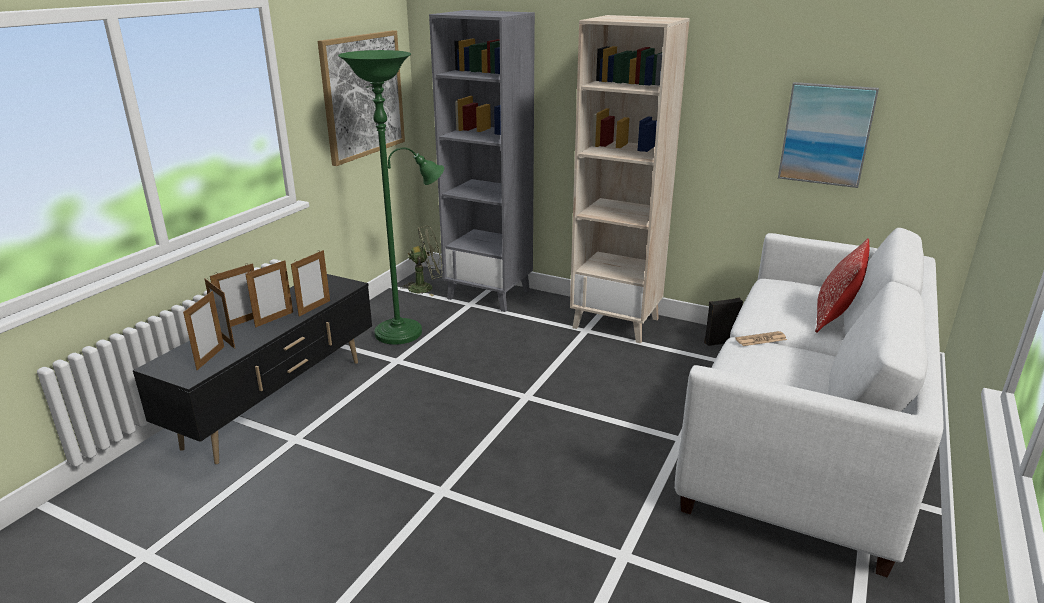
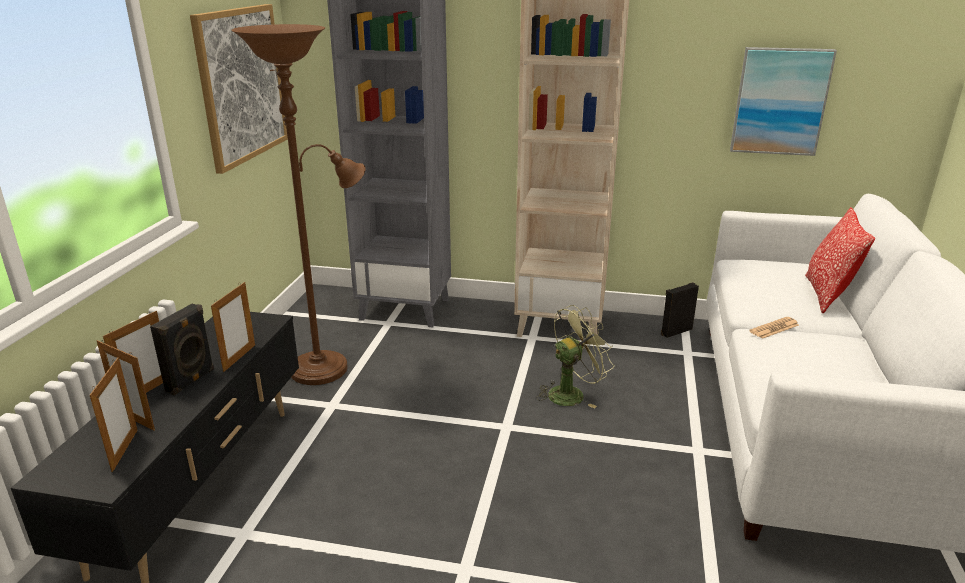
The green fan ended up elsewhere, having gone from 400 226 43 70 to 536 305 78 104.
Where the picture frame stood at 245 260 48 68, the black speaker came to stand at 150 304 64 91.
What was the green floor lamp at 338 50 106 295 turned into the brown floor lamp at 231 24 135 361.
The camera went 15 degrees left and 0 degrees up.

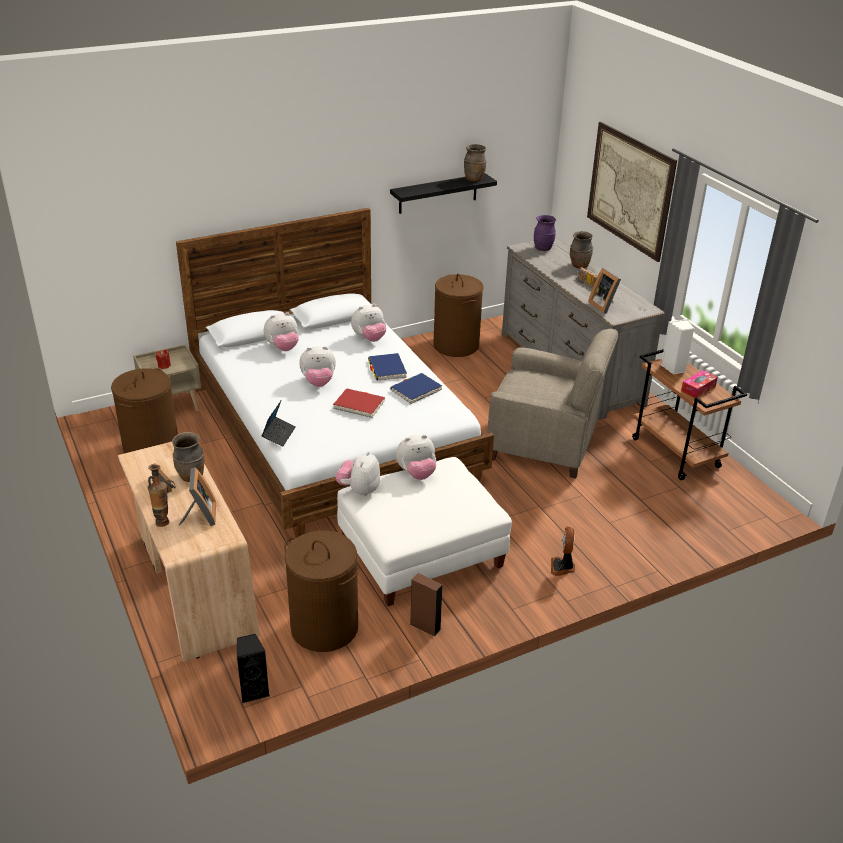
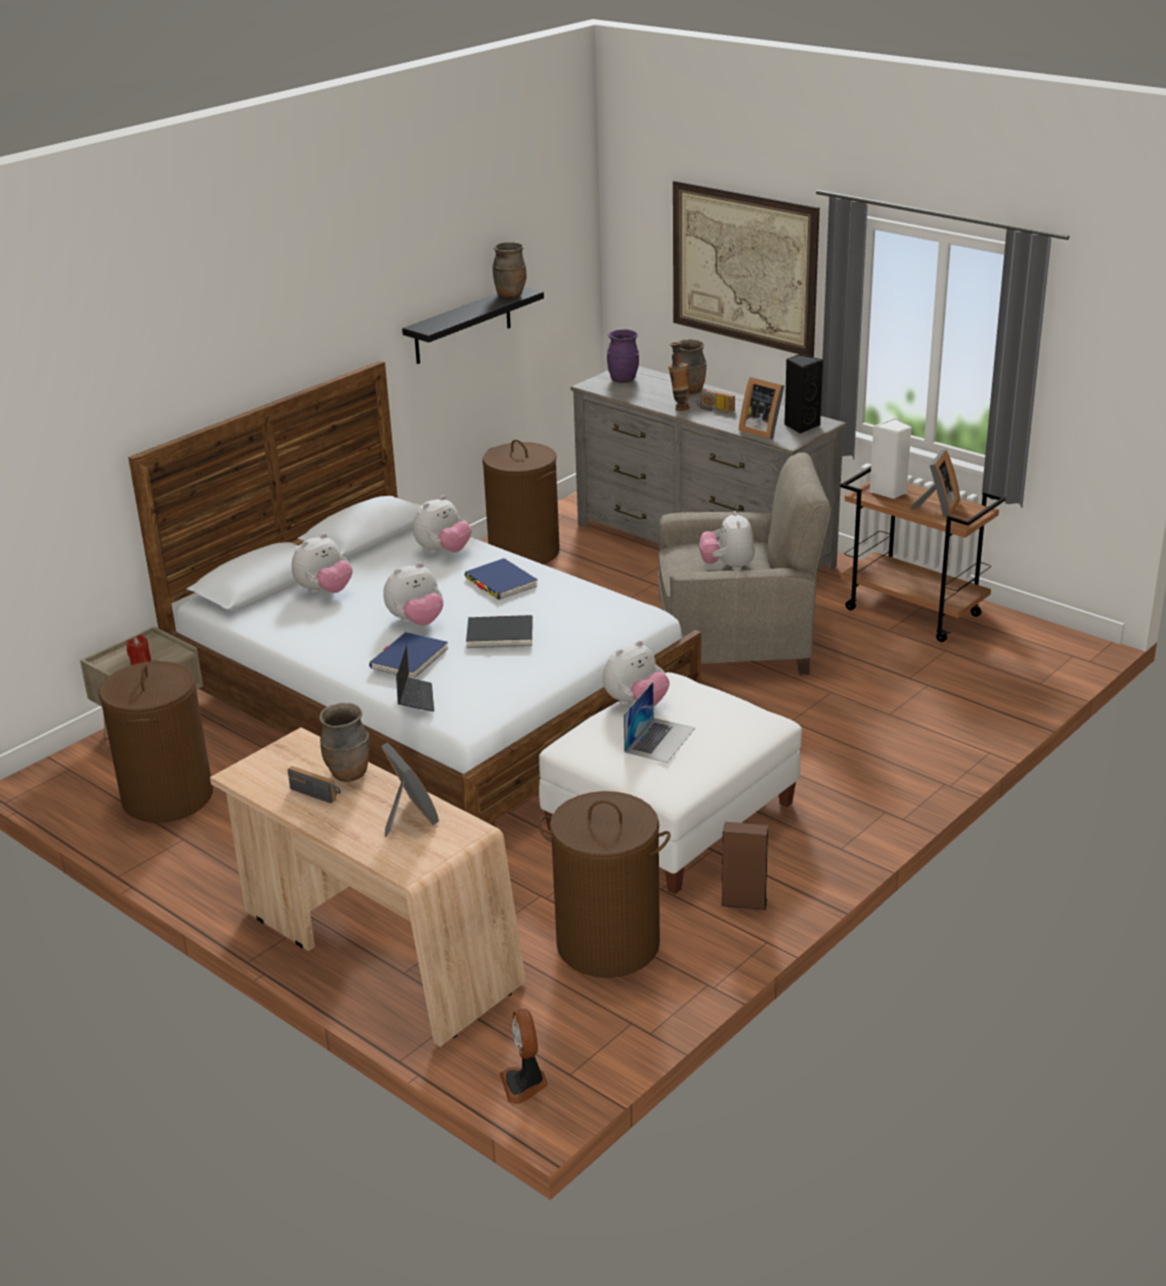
The second view gained the laptop at 624 682 71 81.
The vase ended up elsewhere, having gone from 147 464 22 63 to 668 342 22 69.
The black speaker ended up elsewhere, having gone from 237 634 33 69 to 784 354 39 80.
The plush toy ended up elsewhere, having gone from 336 451 44 45 to 699 511 56 60.
The blue book ended up elsewhere, having gone from 390 373 52 31 to 369 632 79 47.
The fan ended up elsewhere, having gone from 551 527 24 49 to 500 1009 48 95.
Where the tissue box stood at 681 370 37 28, the picture frame came to stand at 910 450 50 68.
What was the red book at 333 388 52 30 turned into the black book at 466 615 67 33.
The camera went 20 degrees left and 5 degrees down.

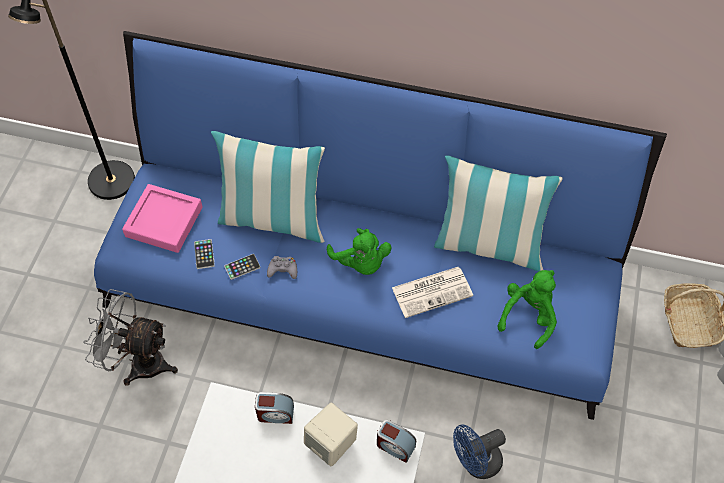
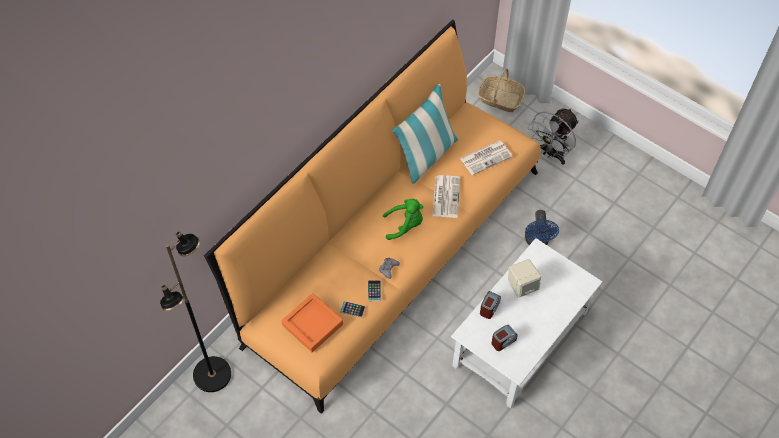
The second view lost the pillow at 211 131 114 112.
The grey fan ended up elsewhere, having gone from 83 289 95 97 to 528 108 51 57.
The alarm clock ended up elsewhere, having gone from 377 420 39 43 to 491 325 26 26.
Where the green plush toy stood at 498 270 59 79, the newspaper came to stand at 460 141 53 34.
What was the blue sofa at 94 31 573 389 turned into the orange sofa at 204 19 337 395.
What was the pink tray at 122 184 81 69 turned into the orange tray at 281 293 62 59.
The camera went 65 degrees left and 0 degrees up.

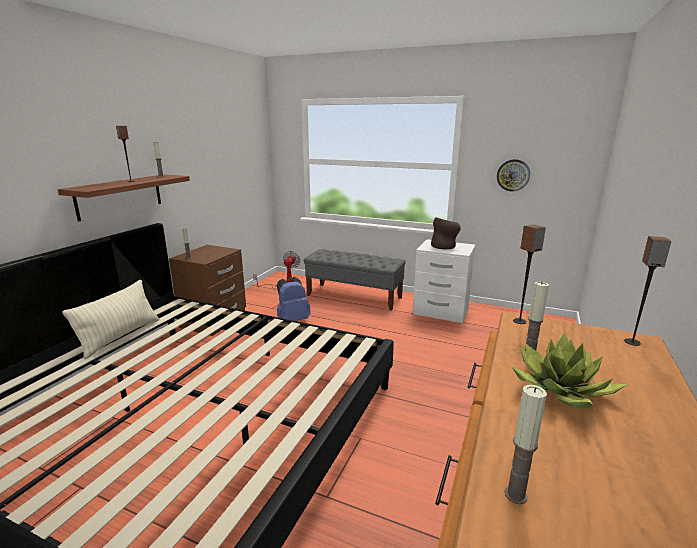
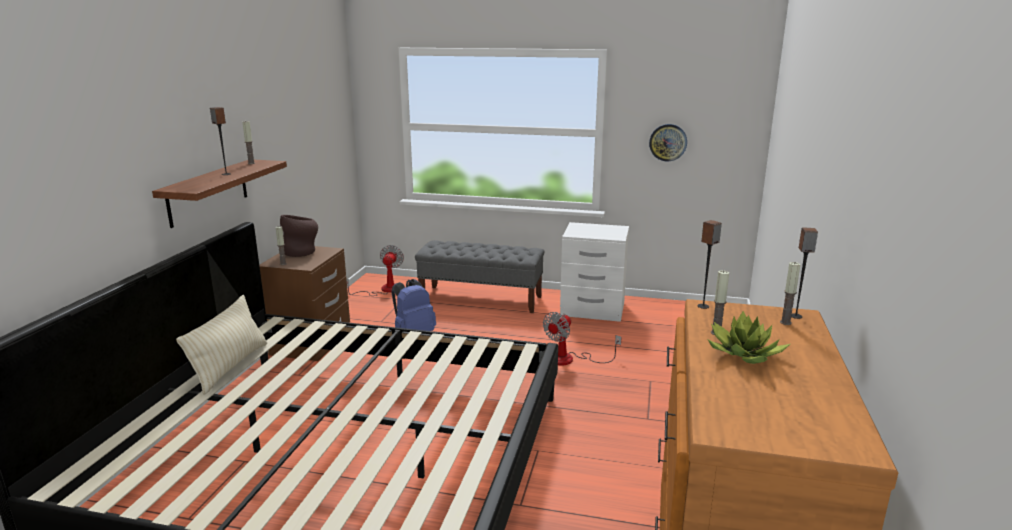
The second view gained the fan at 543 312 79 54.
The brown vase ended up elsewhere, having gone from 431 217 30 32 to 280 215 38 42.
The candle ended up elsewhere, having gone from 505 385 42 120 to 780 262 21 63.
The camera went 10 degrees left and 0 degrees up.

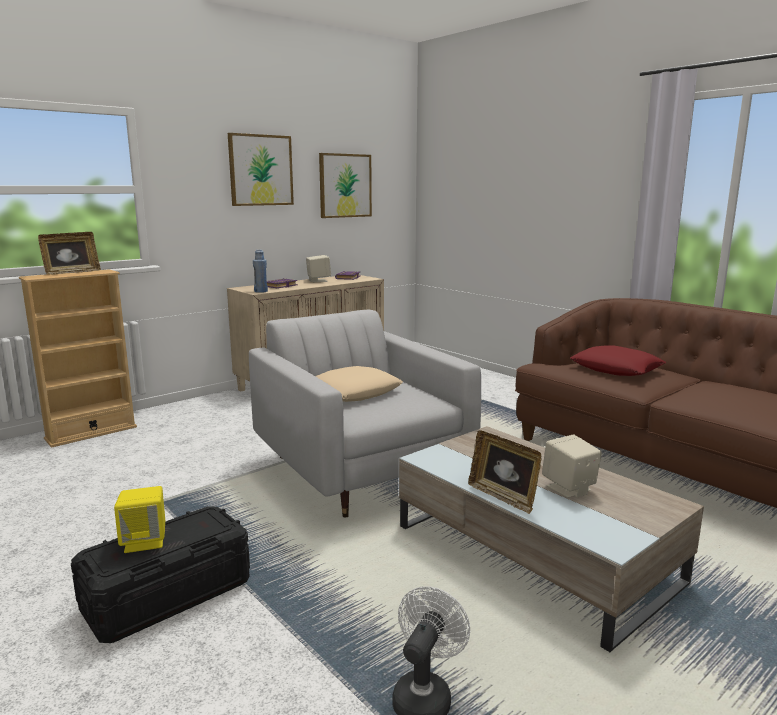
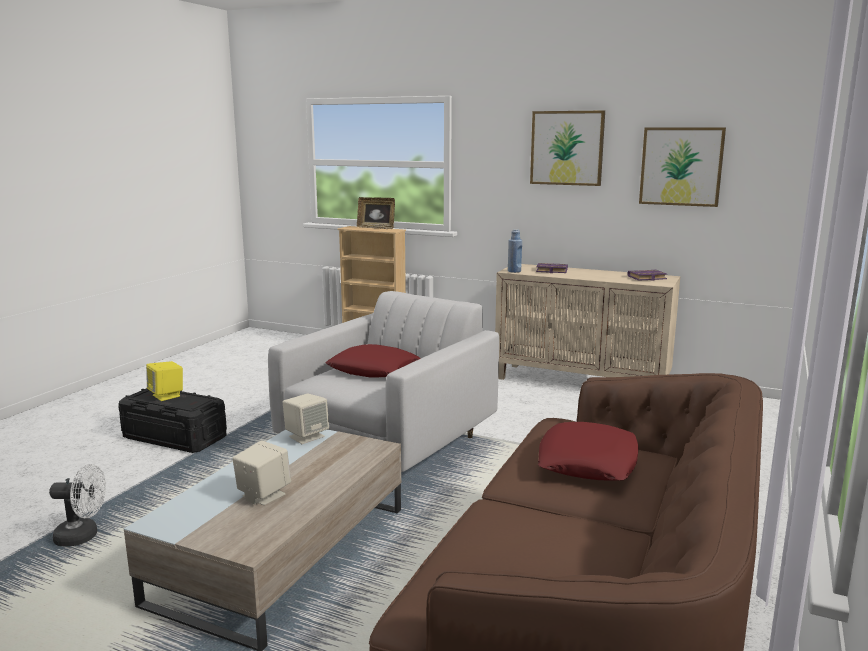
The second view lost the picture frame at 468 430 74 84.
The beige speaker ended up elsewhere, having gone from 306 255 25 27 to 282 394 47 50.
What was the beige pillow at 316 366 87 36 turned into the red pillow at 325 344 95 34.
The camera went 65 degrees right and 0 degrees up.

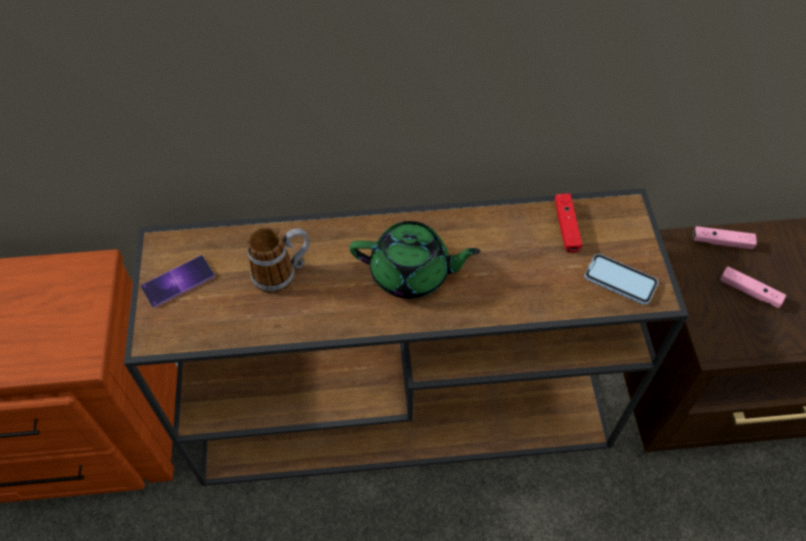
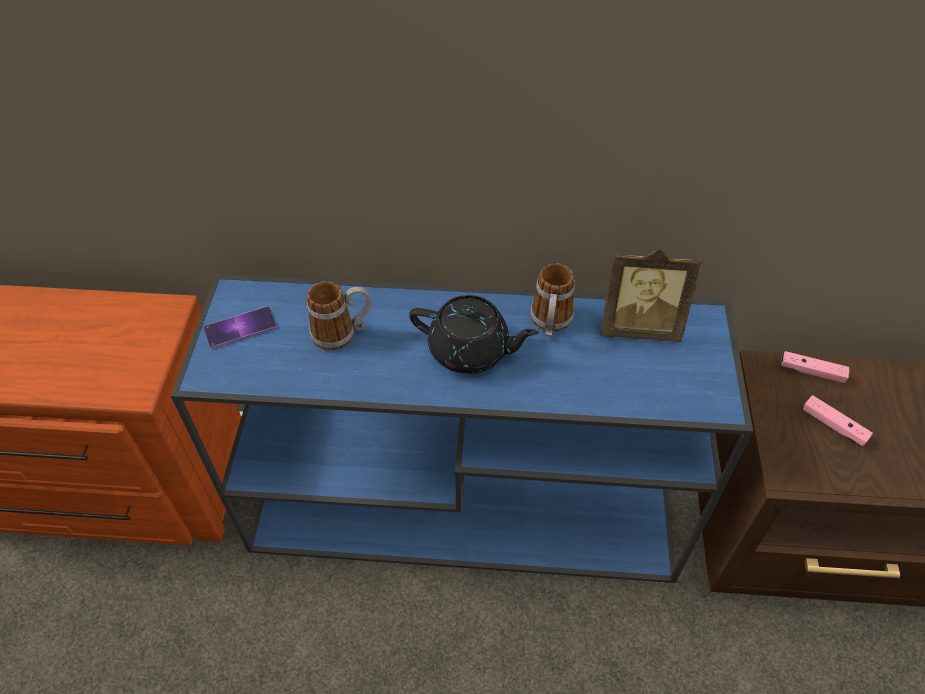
The second view lost the phone at 584 254 74 51.
The second view gained the mug at 531 263 44 74.
Where the red game controller stood at 555 193 27 60, the picture frame came to stand at 600 248 102 94.
What was the brown console table at 124 189 565 297 turned into the blue console table at 171 274 582 309.
What was the green teapot at 350 221 131 78 turned into the black teapot at 409 295 130 79.
The camera went 10 degrees right and 5 degrees down.

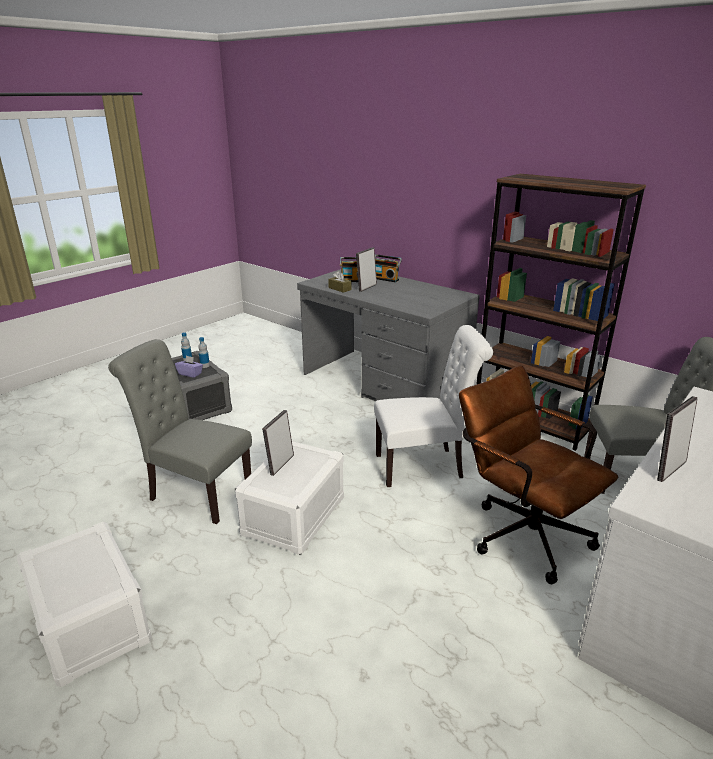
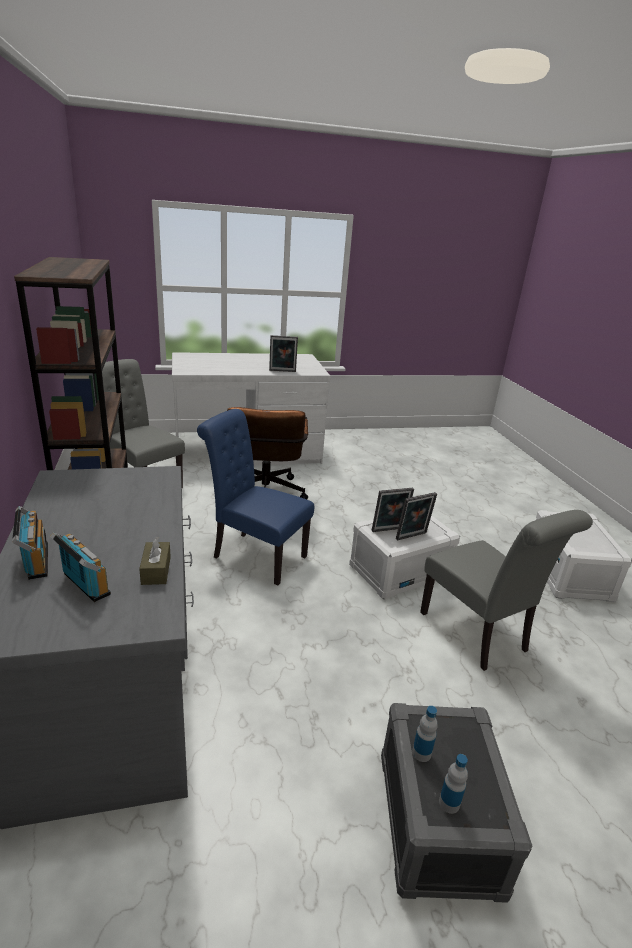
The second view lost the purple tissue box at 175 356 28 22.
The picture frame ended up elsewhere, having gone from 356 247 21 45 to 372 488 42 44.
What was the white chair at 374 325 119 162 turned into the blue chair at 197 409 117 176.
The camera went 145 degrees left and 0 degrees up.

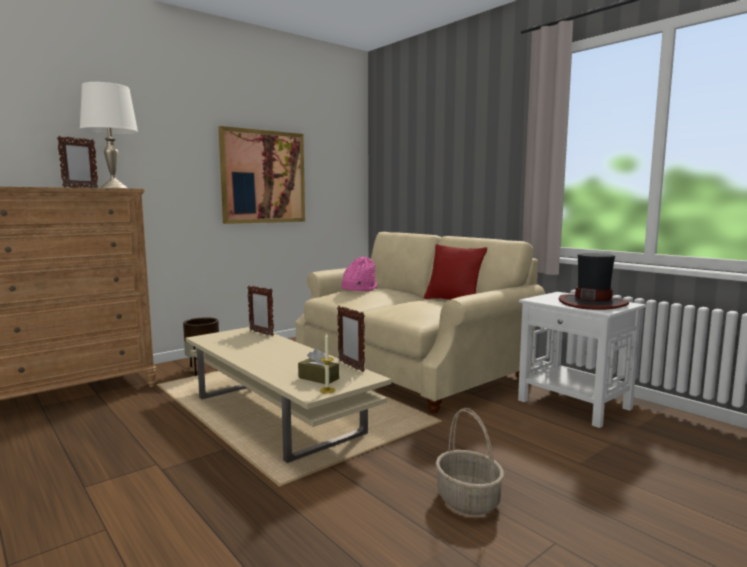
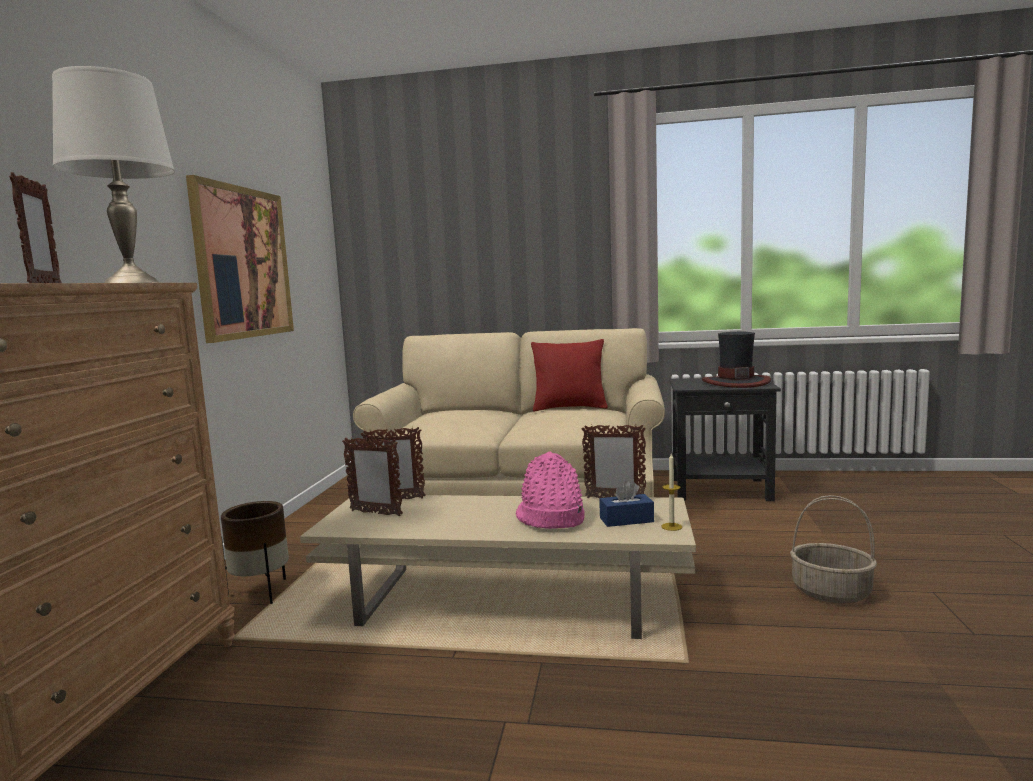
The second view gained the picture frame at 342 438 61 78.
The pink hat ended up elsewhere, having gone from 341 257 37 34 to 516 451 69 78.
What was the brown tissue box at 298 348 41 36 turned into the blue tissue box at 599 480 55 47.
What was the white side table at 518 292 128 136 turned into the black side table at 669 378 112 123.
The camera went 40 degrees left and 0 degrees up.

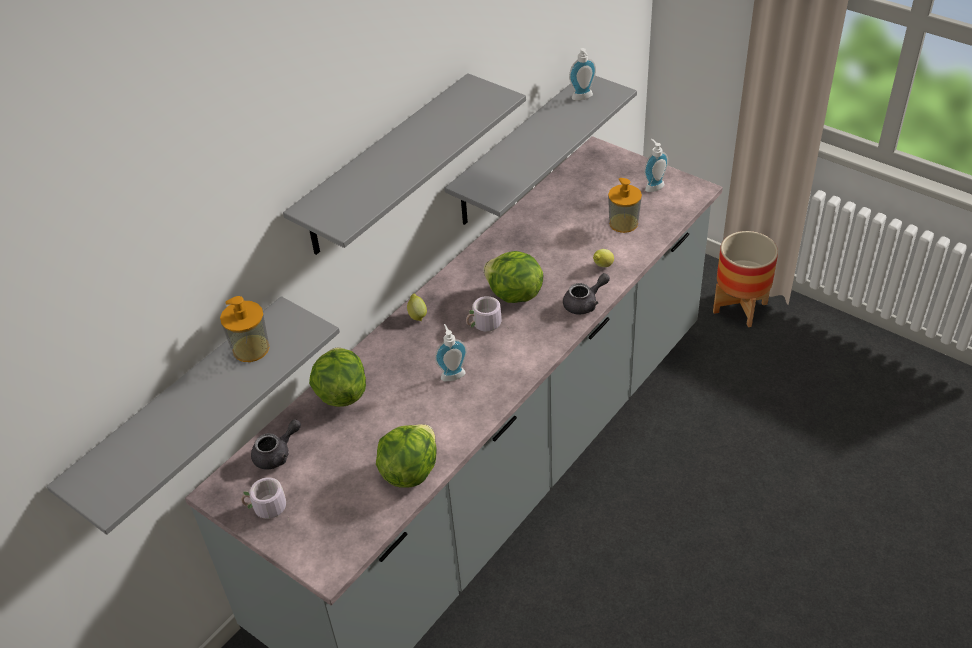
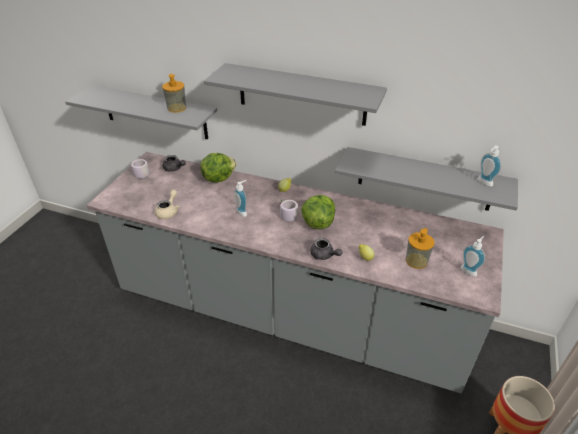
Where the lettuce stood at 376 424 61 64, the beige teapot came to stand at 155 190 24 29.
The camera went 70 degrees right and 5 degrees down.

